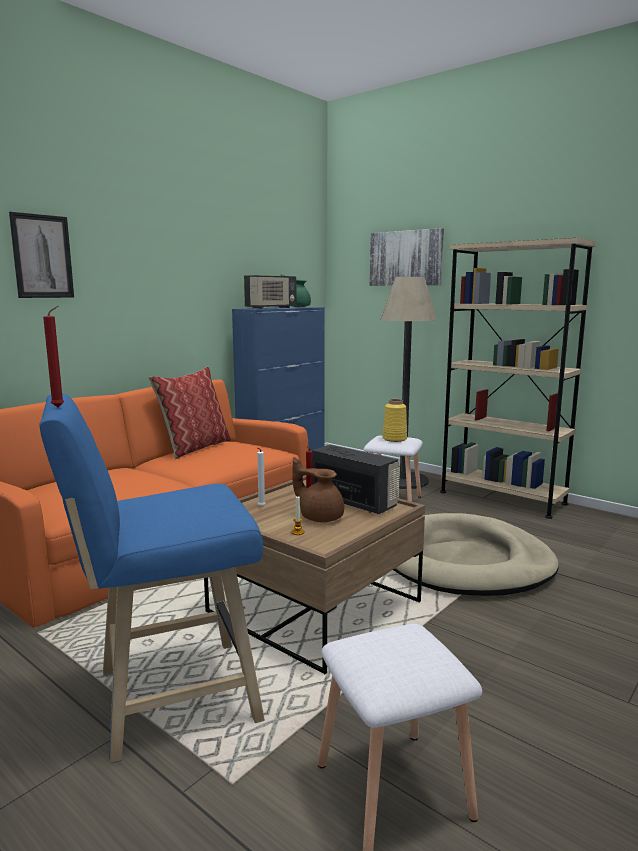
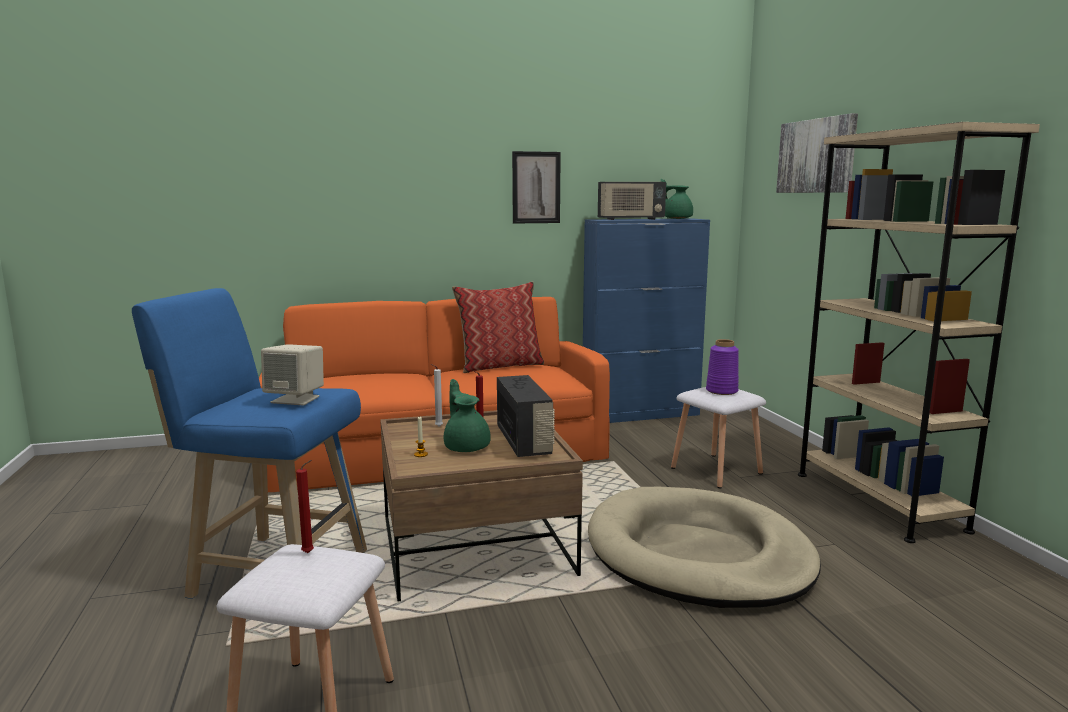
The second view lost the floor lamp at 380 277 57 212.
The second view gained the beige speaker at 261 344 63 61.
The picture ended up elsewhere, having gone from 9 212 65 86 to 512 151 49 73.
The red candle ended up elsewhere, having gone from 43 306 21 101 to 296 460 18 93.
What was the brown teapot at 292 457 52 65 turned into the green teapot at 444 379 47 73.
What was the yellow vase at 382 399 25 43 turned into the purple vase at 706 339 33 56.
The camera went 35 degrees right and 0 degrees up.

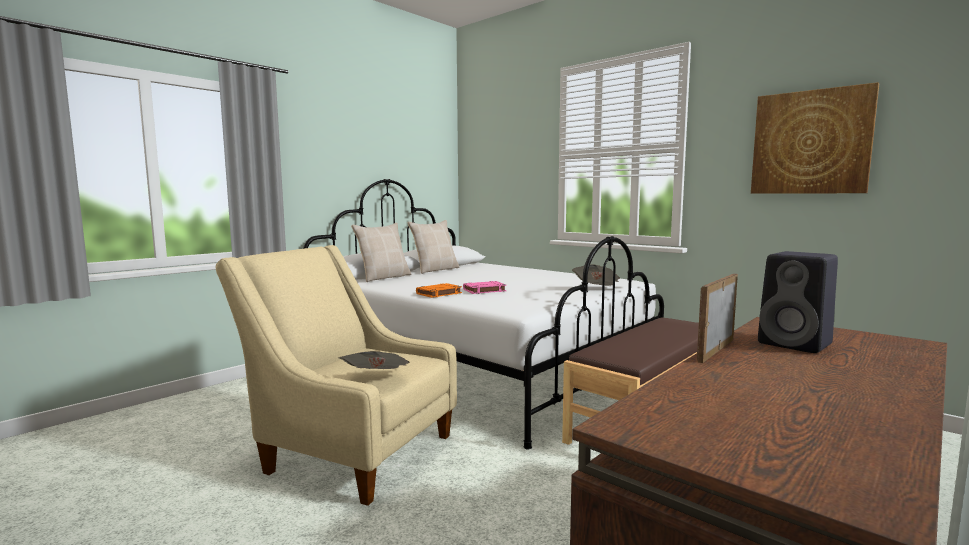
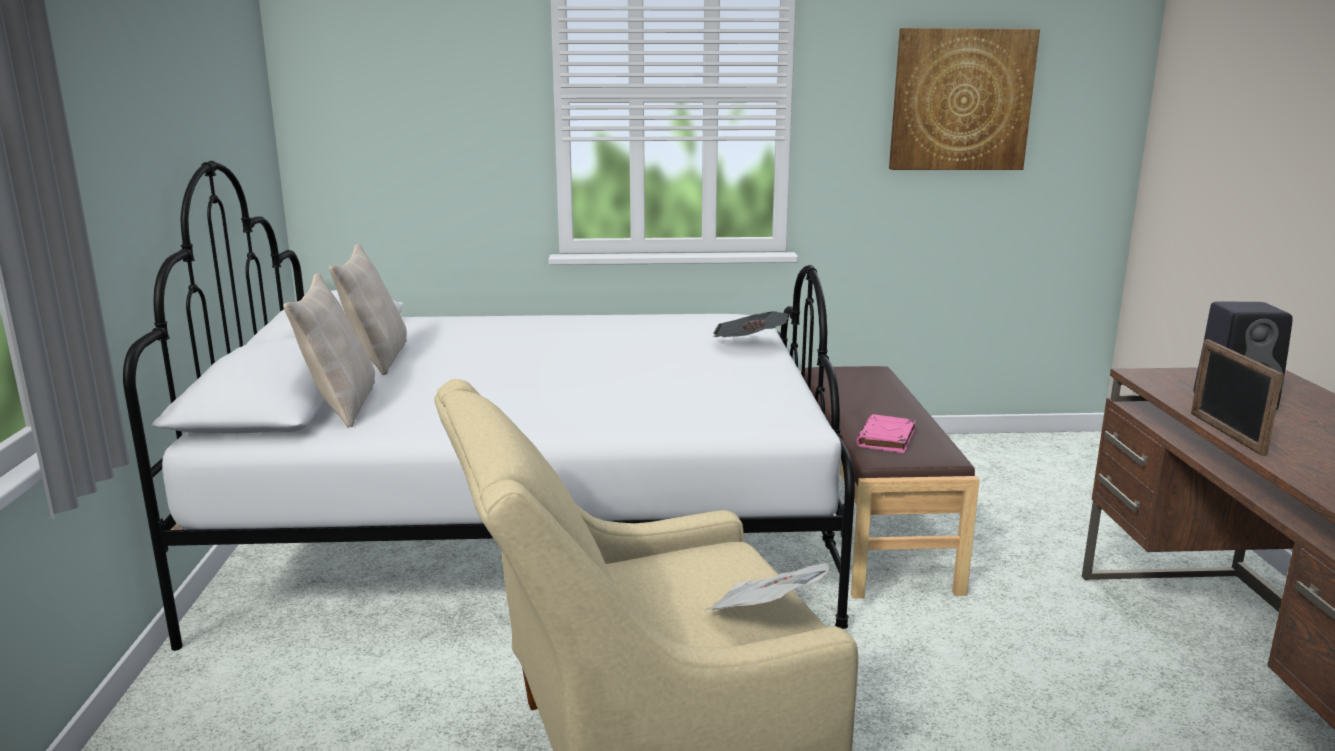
The second view lost the orange book at 416 283 46 15.
The pink book ended up elsewhere, having gone from 463 281 43 13 to 856 414 60 39.
The camera went 45 degrees left and 10 degrees up.

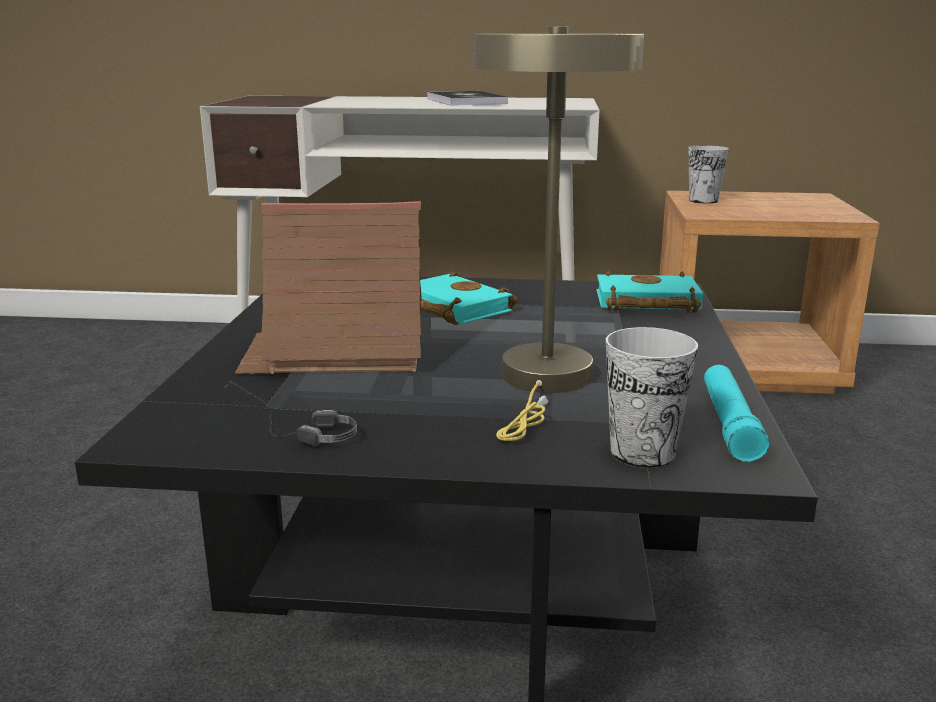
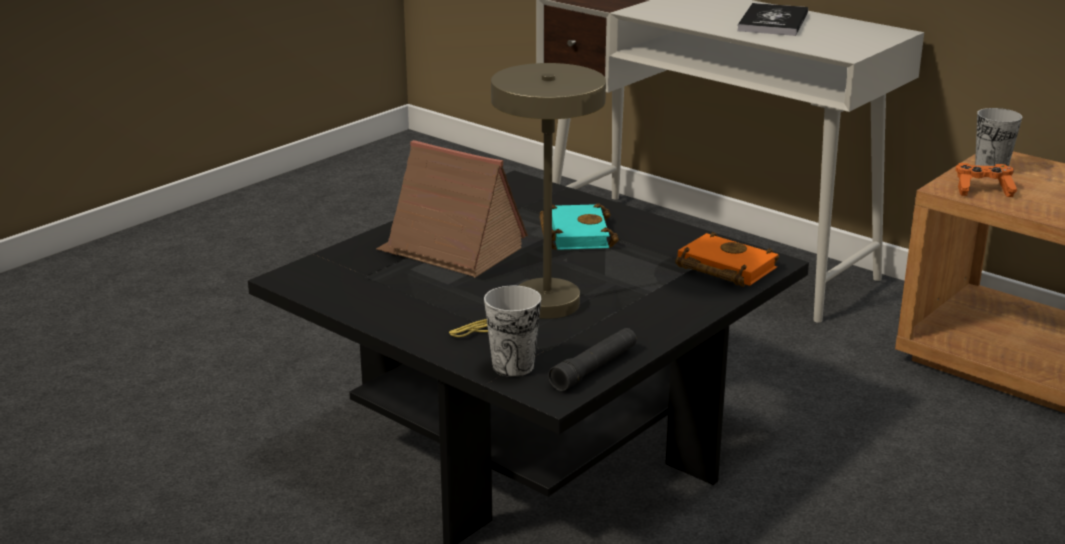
The second view lost the headphones at 224 381 133 65.
The second view gained the orange game controller at 955 163 62 34.
What was the turquoise book at 596 270 107 43 turned into the orange book at 675 232 104 55.
What was the turquoise flashlight at 704 365 65 97 turned into the black flashlight at 548 328 88 63.
The camera went 35 degrees right and 5 degrees up.

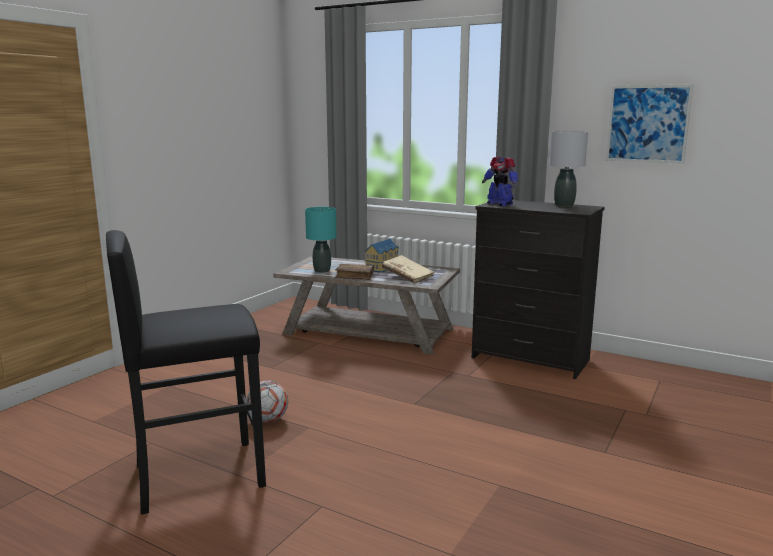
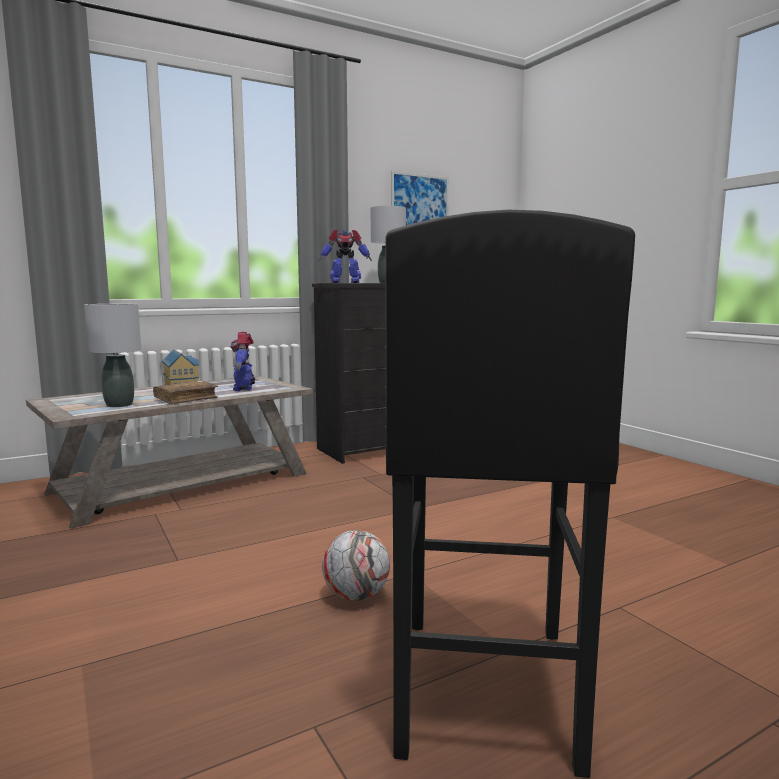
Where the beige book stood at 382 255 52 28, the toy robot came to stand at 231 332 24 59.
What was the turquoise table lamp at 305 207 31 66 turned into the grey table lamp at 84 304 57 103.
The camera went 60 degrees left and 5 degrees down.

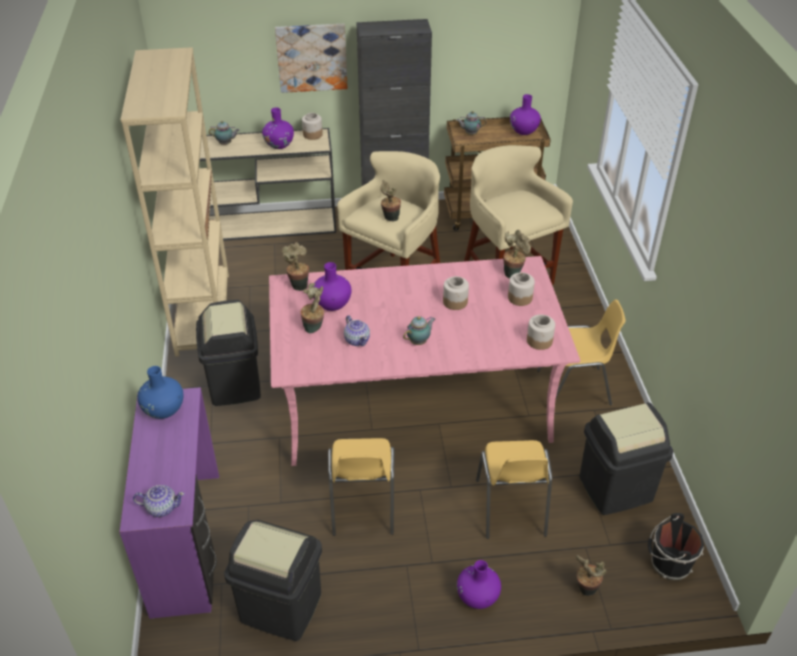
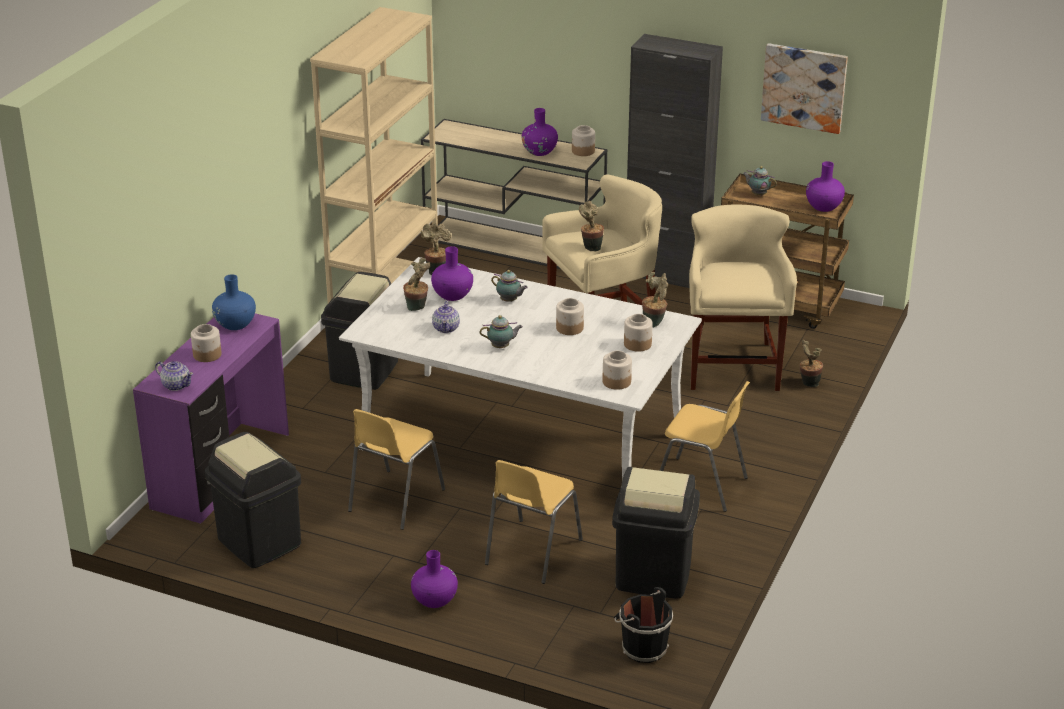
The second view gained the jar at 191 324 30 38.
The teapot ended up elsewhere, having gone from 209 121 30 24 to 491 270 37 32.
The picture ended up elsewhere, having gone from 275 24 72 69 to 761 43 87 91.
The potted plant ended up elsewhere, having gone from 576 555 30 41 to 800 340 23 48.
What was the pink dining table at 269 256 311 210 turned into the white dining table at 339 257 363 222.
The camera went 30 degrees right and 10 degrees down.

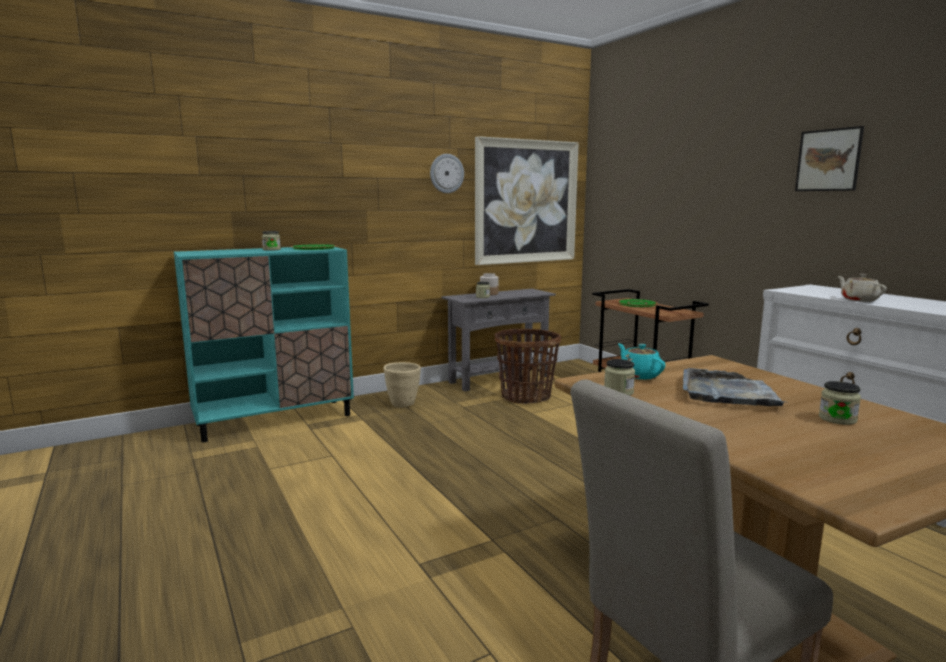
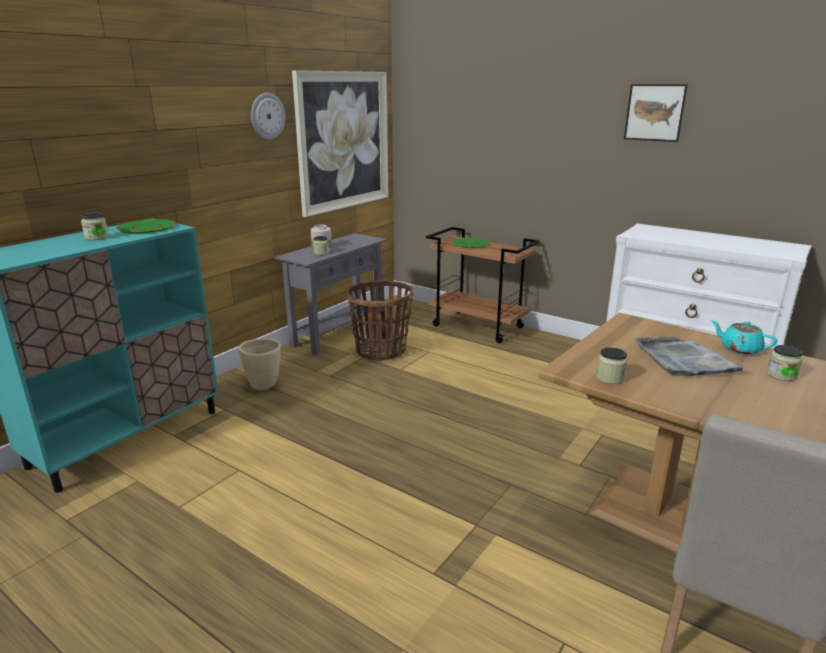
The second view lost the beige teapot at 838 274 49 28.
The turquoise teapot ended up elsewhere, having gone from 618 343 47 36 to 711 320 66 35.
The camera went 25 degrees left and 10 degrees up.

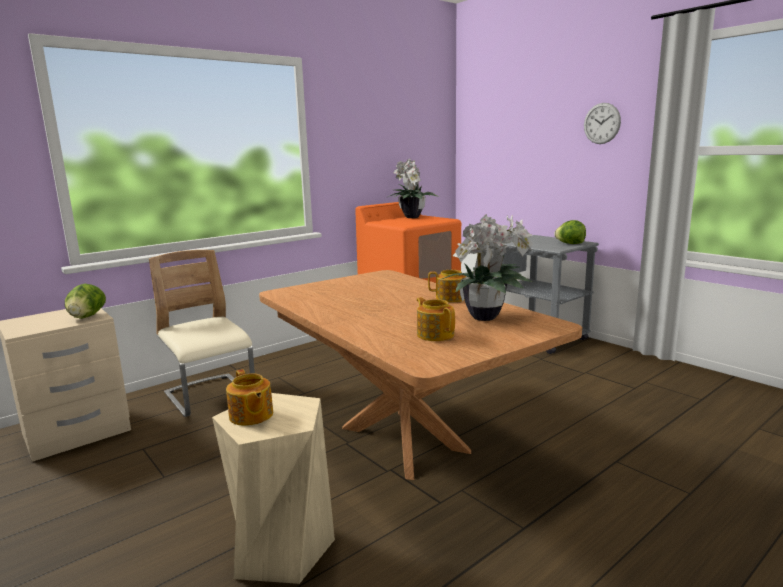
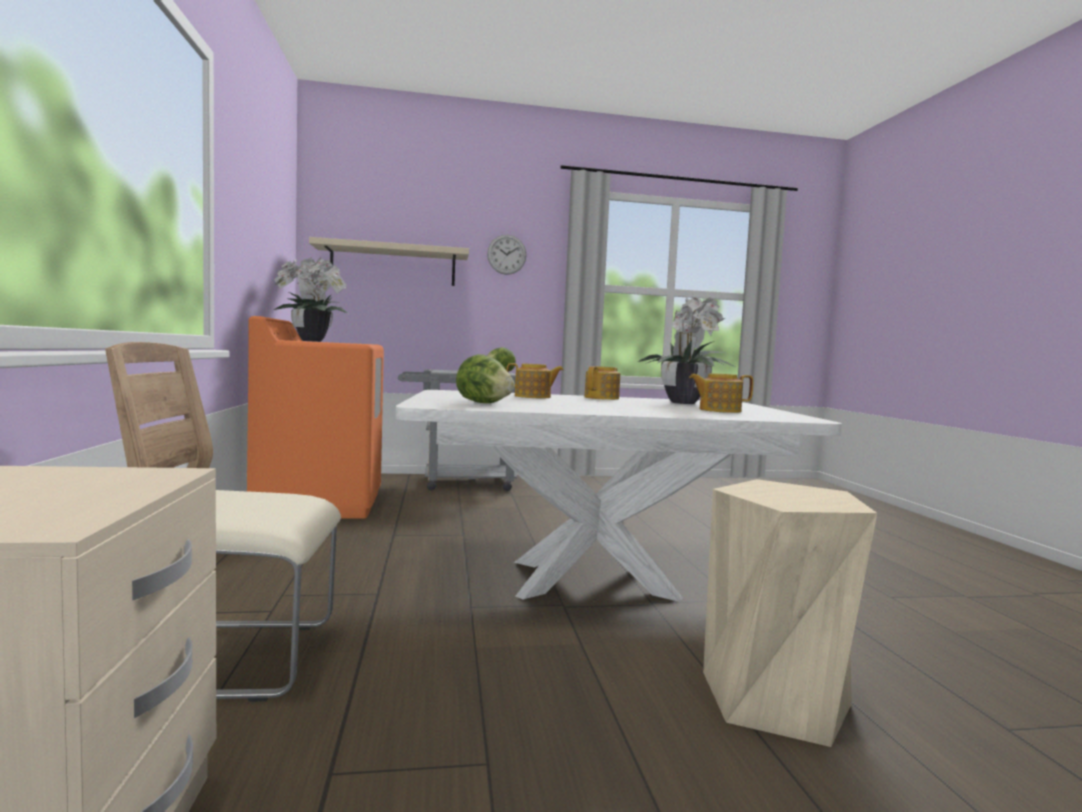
The second view gained the beige shelf at 309 237 160 49.
The lettuce ended up elsewhere, having gone from 65 284 41 35 to 456 354 59 49.
The teapot ended up elsewhere, having gone from 226 369 47 57 to 507 363 57 36.
What was the brown dining table at 259 270 323 210 turned into the white dining table at 396 390 446 211.
The camera went 60 degrees left and 10 degrees down.

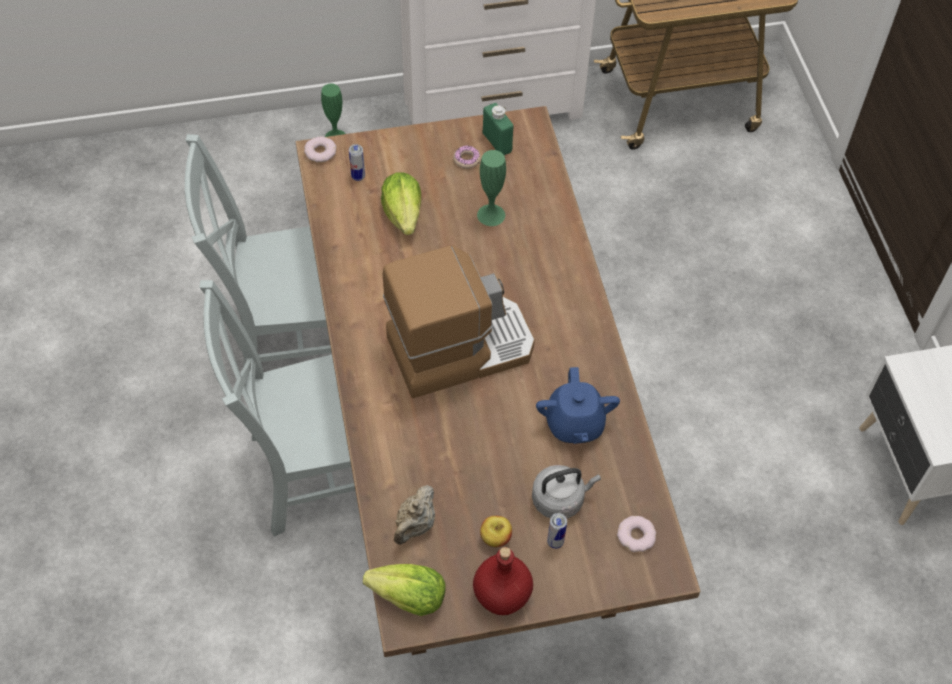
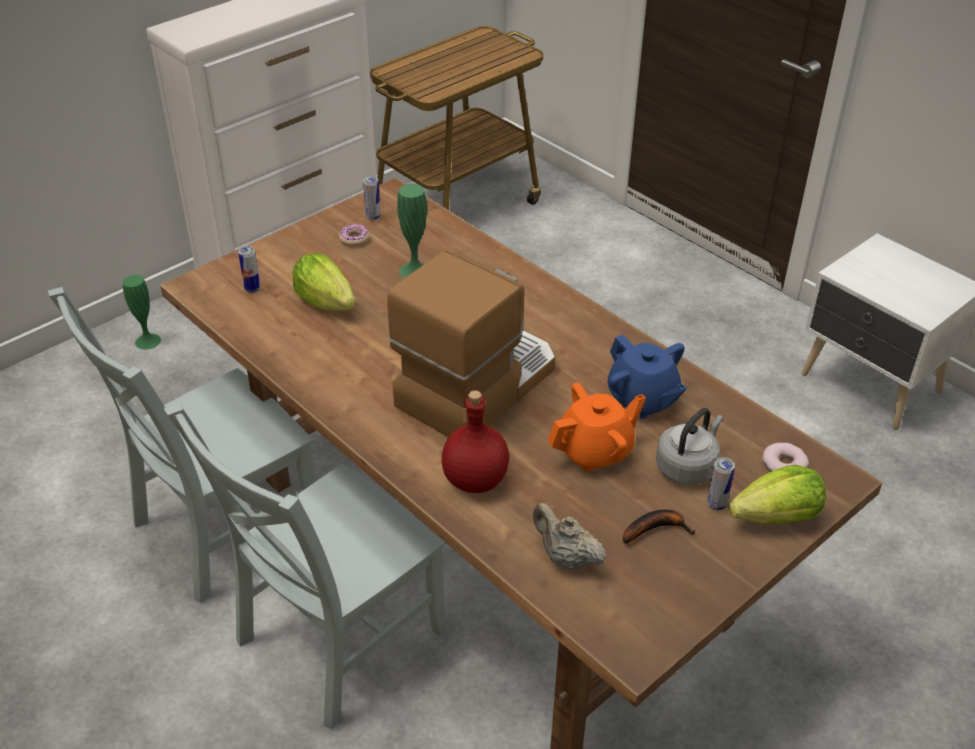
The second view lost the donut at 304 136 32 26.
The second view gained the orange teapot at 547 382 99 90.
The lettuce ended up elsewhere, having gone from 363 564 83 52 to 729 465 97 59.
The red bottle ended up elsewhere, having gone from 473 547 60 68 to 442 390 67 103.
Where the apple stood at 480 516 32 31, the banana came to stand at 623 509 73 35.
Where the green bottle stood at 483 103 30 52, the can came to stand at 363 176 18 44.
The beige teapot at 394 485 41 59 ended up facing another way, 135 degrees clockwise from before.
The camera went 30 degrees left and 15 degrees down.

